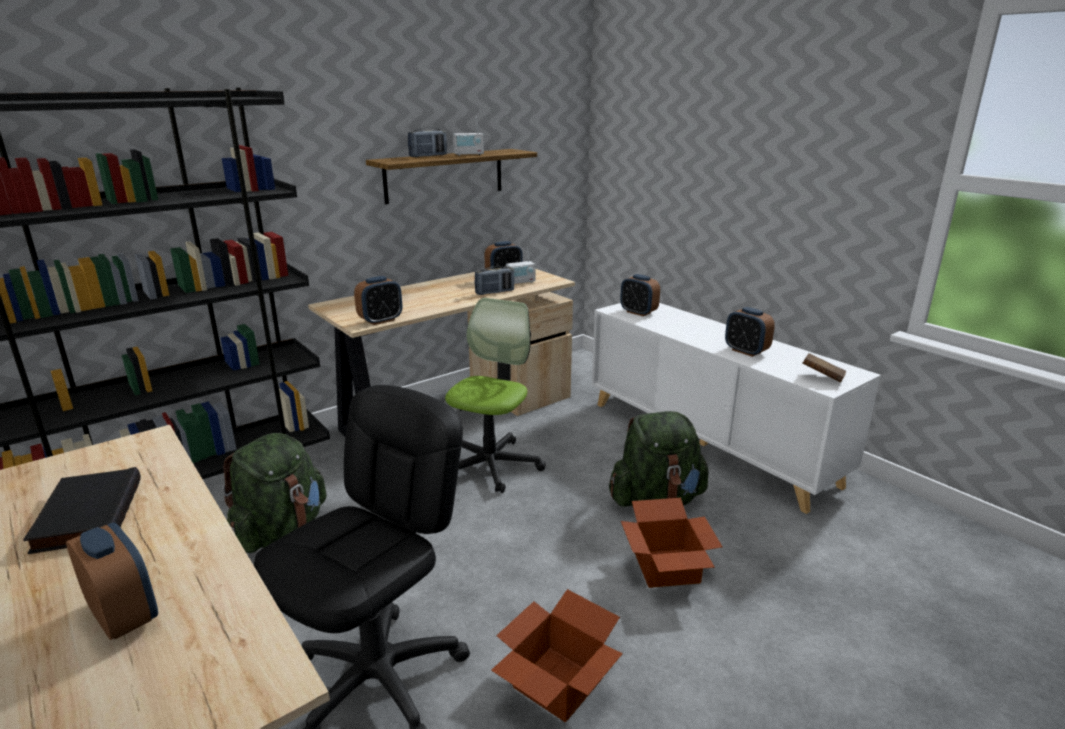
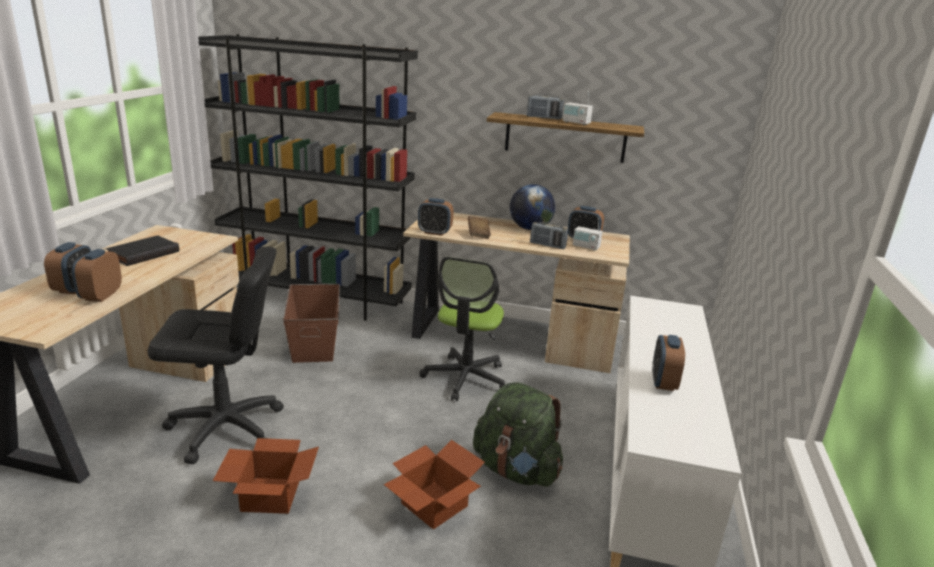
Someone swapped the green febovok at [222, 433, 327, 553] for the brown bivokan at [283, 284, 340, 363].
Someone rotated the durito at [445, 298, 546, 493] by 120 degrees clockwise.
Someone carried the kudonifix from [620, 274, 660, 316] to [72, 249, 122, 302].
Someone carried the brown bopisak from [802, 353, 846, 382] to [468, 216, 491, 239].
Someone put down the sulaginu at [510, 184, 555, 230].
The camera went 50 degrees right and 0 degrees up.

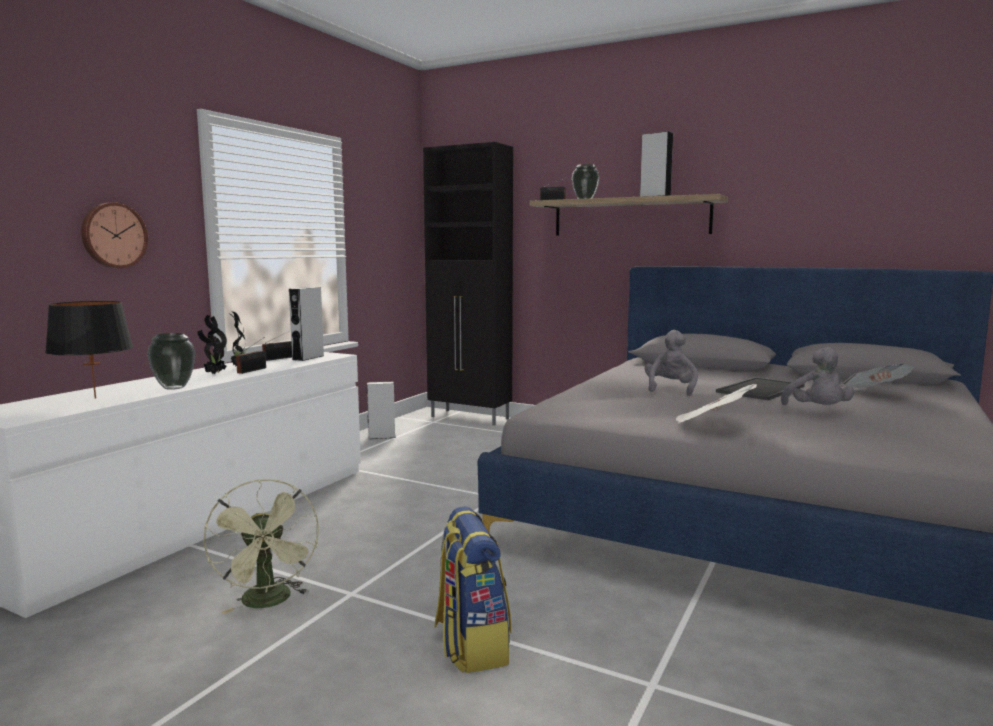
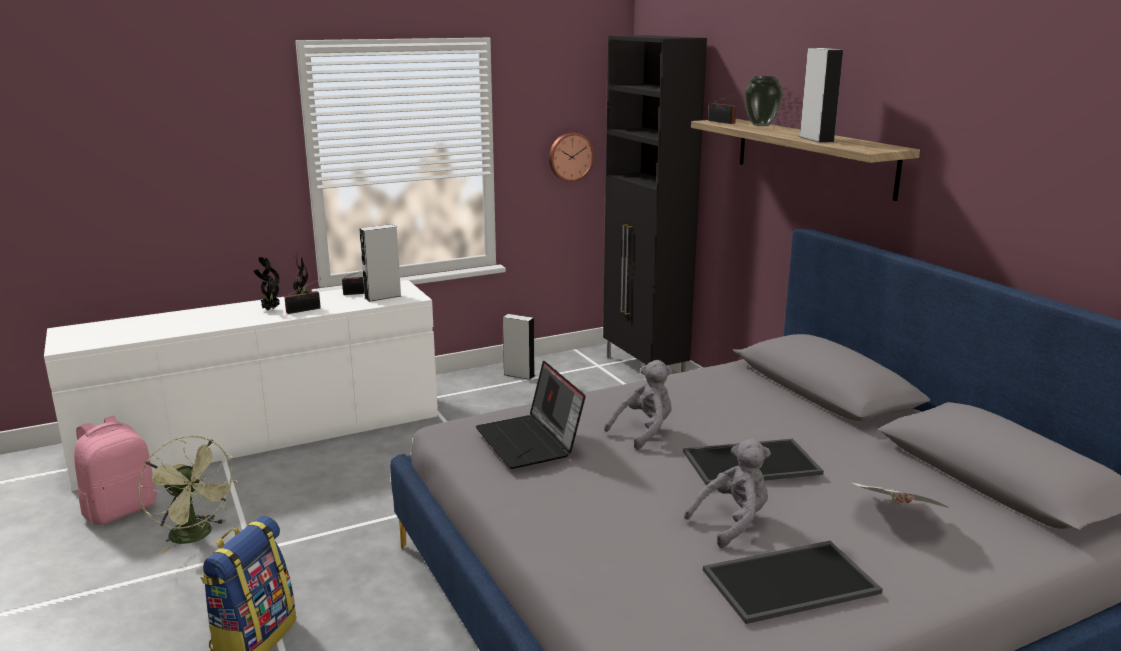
Someone took away the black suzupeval at [45, 301, 133, 399].
Someone carried the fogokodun from [81, 202, 148, 268] to [549, 132, 594, 182].
Someone took away the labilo at [147, 333, 195, 390].
Someone rotated the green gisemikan at [203, 479, 319, 614] by 60 degrees counterclockwise.
Someone took away the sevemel at [676, 384, 757, 424].
Someone rotated the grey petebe at [781, 347, 855, 405] by 150 degrees counterclockwise.
Someone put down the pink febovok at [74, 416, 157, 525].
Someone put down the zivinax at [476, 361, 586, 469].
Someone put down the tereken at [703, 541, 883, 624].
The camera went 35 degrees right and 10 degrees up.

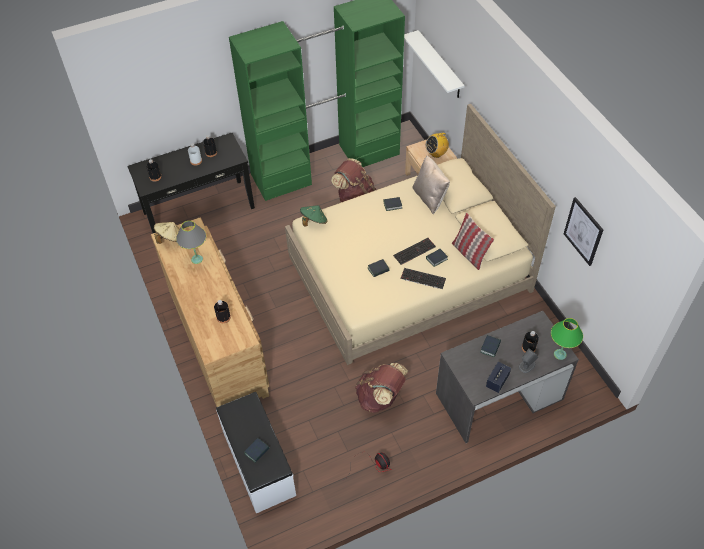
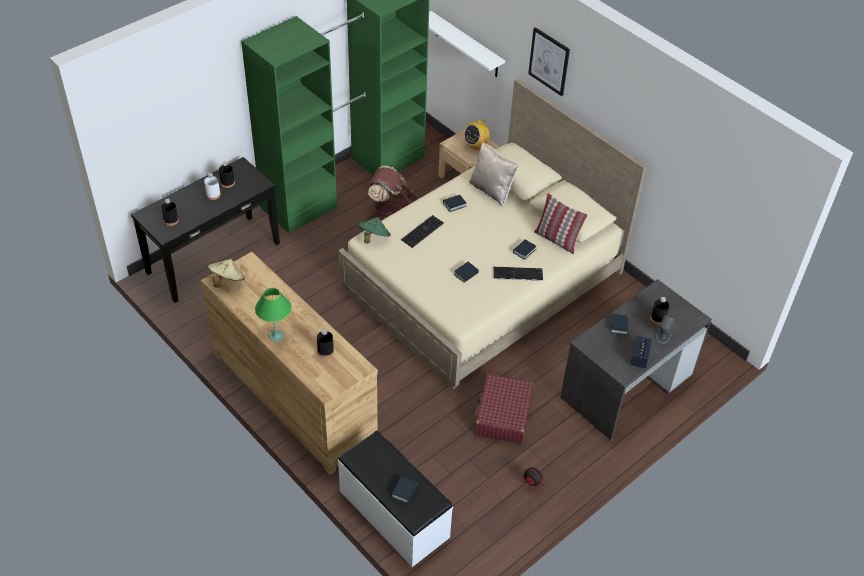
Someone took away the grey suzupeval at [176, 221, 206, 264].
Someone swapped the brown febovok at [355, 363, 408, 413] for the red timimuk at [475, 374, 533, 444].
Someone carried the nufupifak from [393, 238, 436, 265] to [401, 215, 444, 248].
Someone carried the green suzupeval from [551, 318, 583, 360] to [255, 288, 292, 341].
Someone carried the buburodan from [564, 197, 603, 266] to [528, 27, 570, 96].
The camera went 20 degrees left and 5 degrees down.

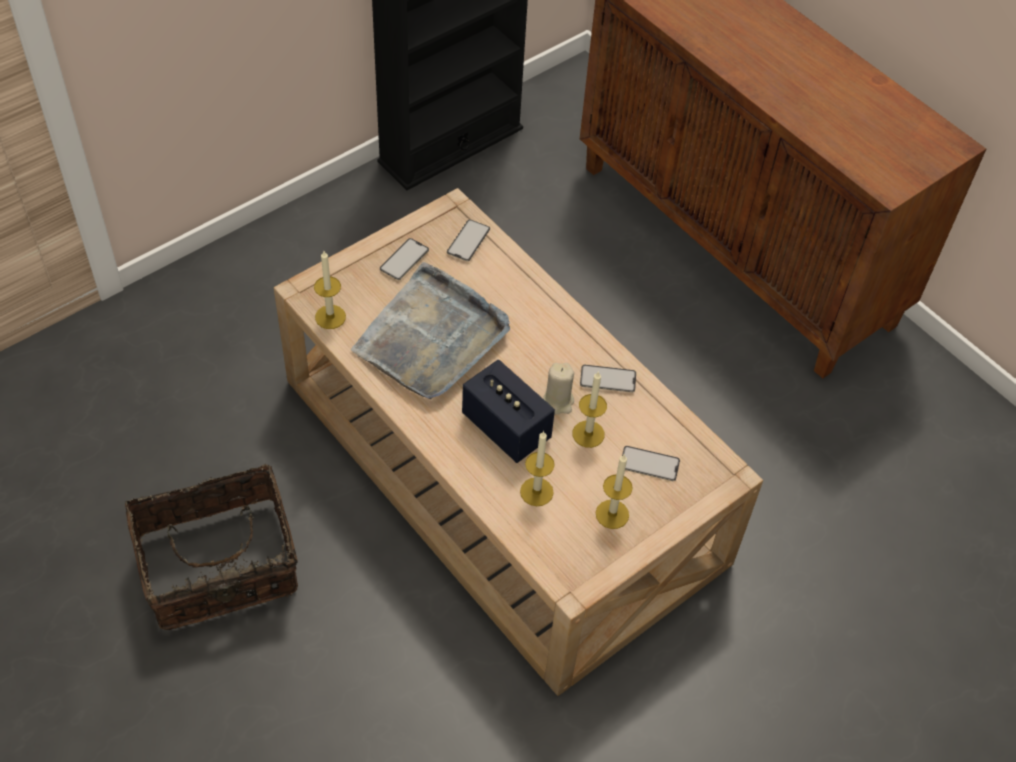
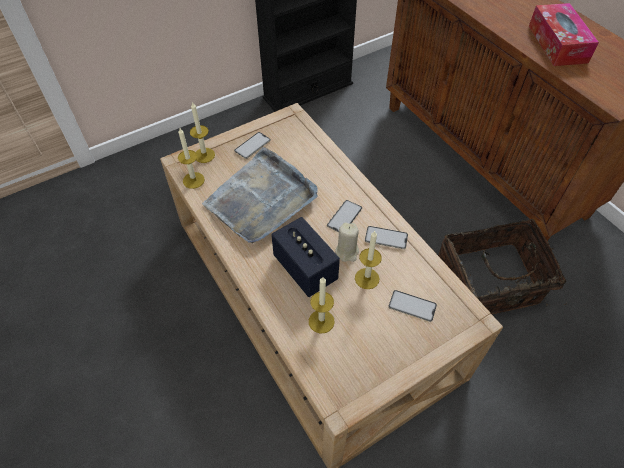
Someone carried the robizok from [125, 464, 298, 630] to [438, 218, 567, 314].
Someone carried the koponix from [447, 220, 490, 261] to [327, 200, 362, 232].
Someone carried the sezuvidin from [595, 454, 633, 529] to [190, 102, 215, 163].
Someone put down the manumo at [529, 3, 599, 66].
The camera went 10 degrees right and 0 degrees up.

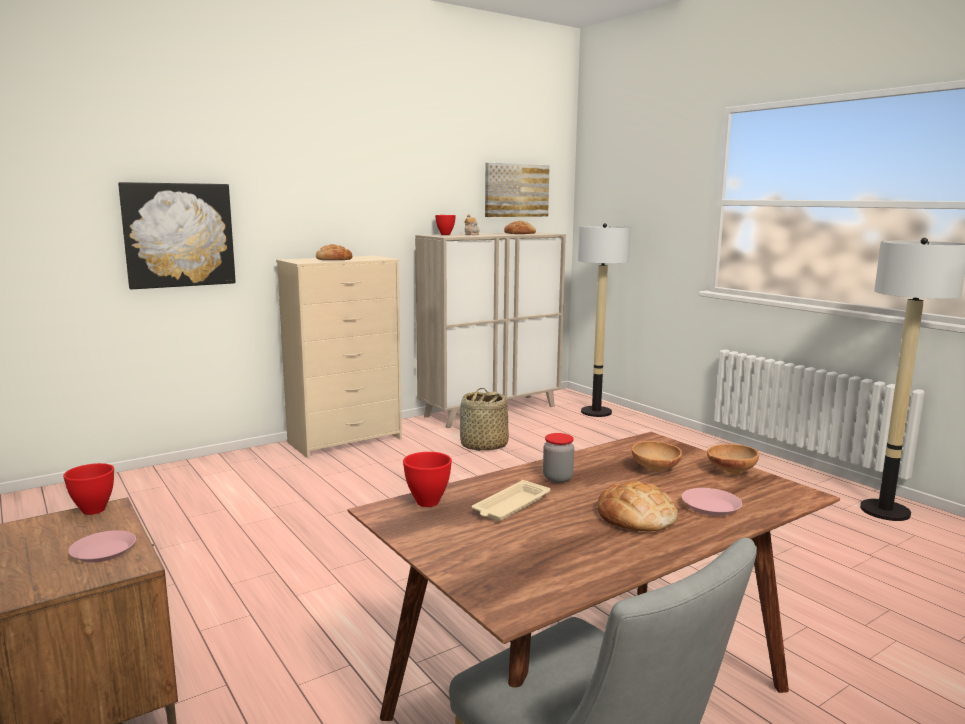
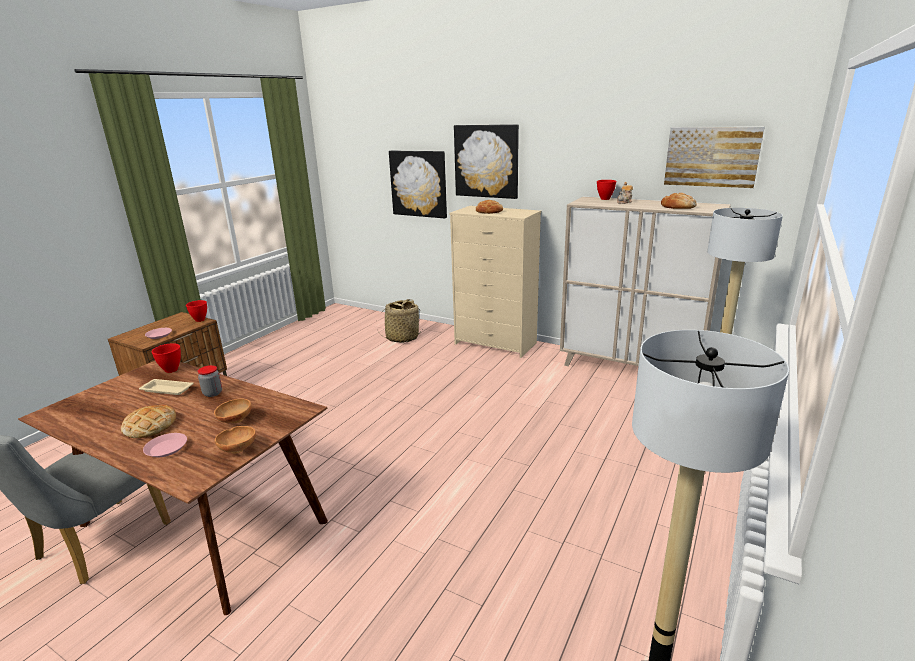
Someone carried the robizok from [460, 388, 509, 451] to [376, 299, 423, 343].
Someone put up the buburodan at [454, 124, 519, 199].
The camera went 65 degrees right and 10 degrees up.

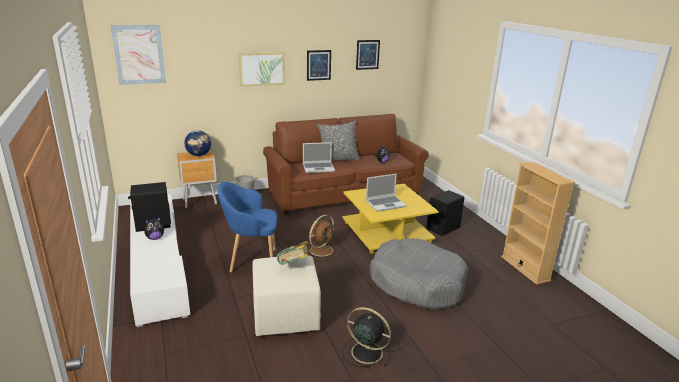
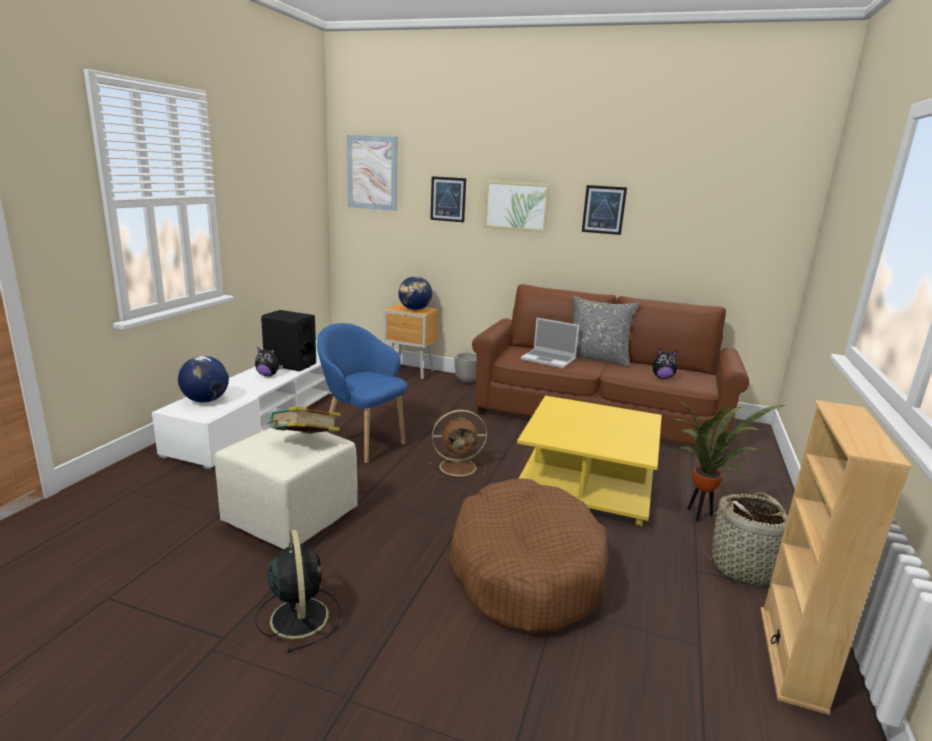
Someone carried the buburodan from [356, 40, 380, 70] to [430, 176, 466, 222].
Someone took away the zivinax at [366, 173, 407, 212].
Someone repainted the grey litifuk at [370, 238, 468, 310], which became the brown litifuk at [448, 478, 608, 634].
Someone swapped the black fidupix at [427, 190, 464, 236] for the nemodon at [676, 402, 785, 522].
Someone put down the sulaginu at [178, 356, 229, 403].
Someone put down the robizok at [702, 492, 788, 586].
The camera went 40 degrees right and 5 degrees down.

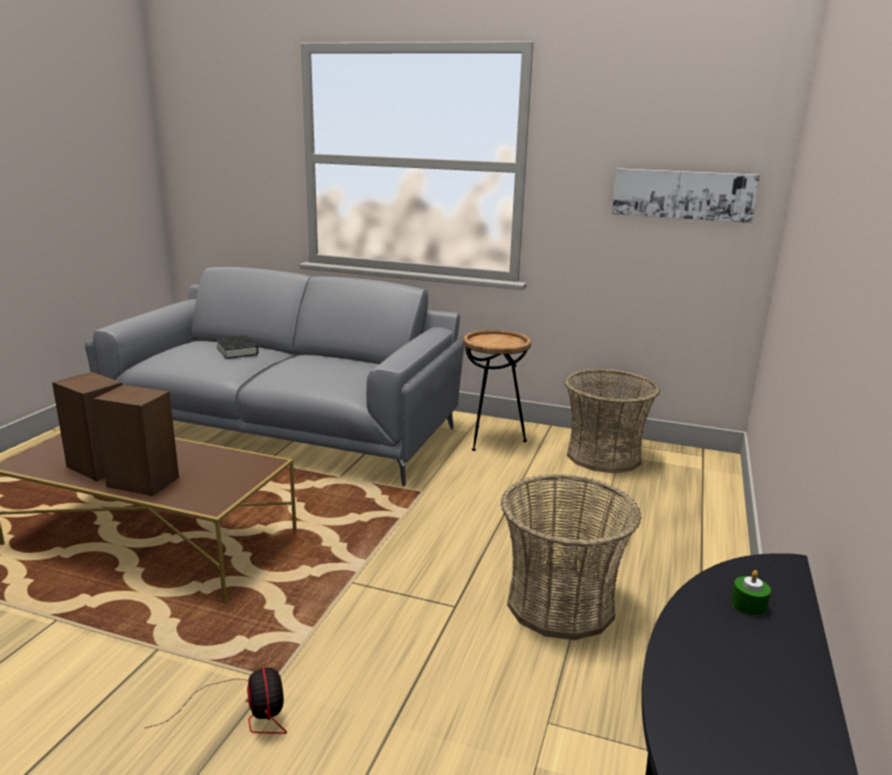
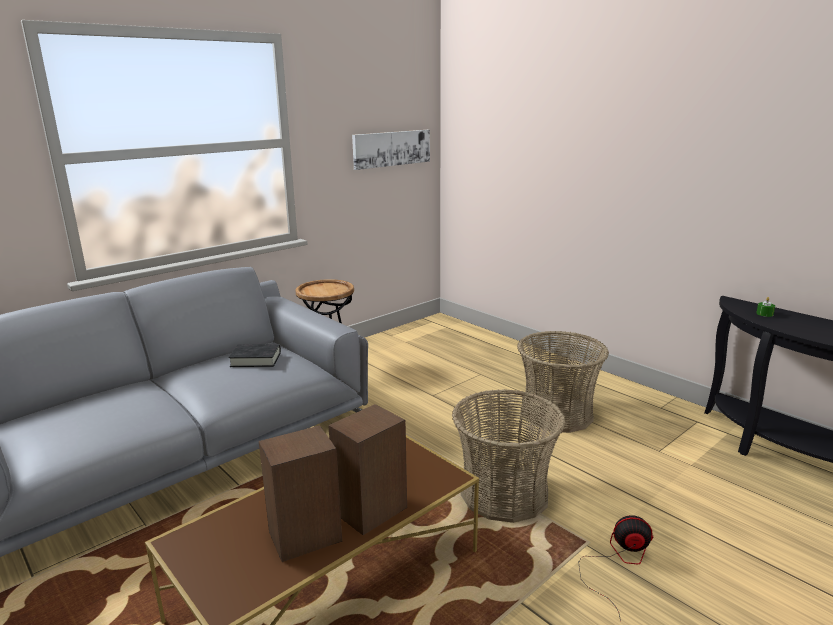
Someone carried the black bopisak from [216, 335, 258, 359] to [229, 344, 281, 367].
Someone carried the robizok from [564, 369, 660, 473] to [452, 389, 566, 523].
The camera went 60 degrees left and 0 degrees up.

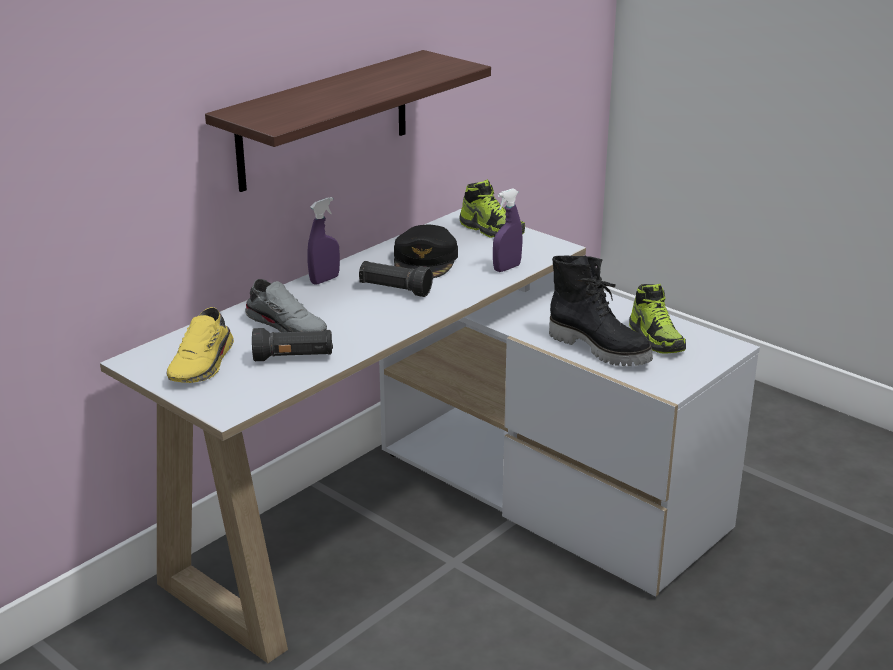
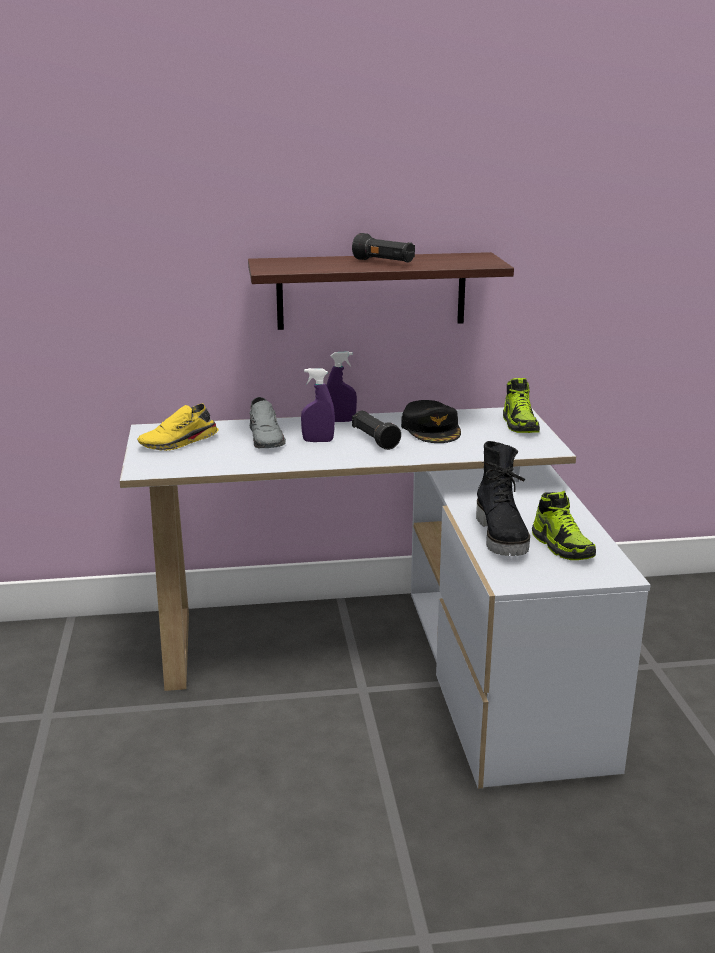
Someone carried the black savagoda from [252, 328, 333, 361] to [352, 233, 415, 263].
Someone rotated the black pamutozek at [394, 225, 458, 278] by 60 degrees counterclockwise.
Someone carried the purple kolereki from [493, 188, 523, 272] to [301, 368, 335, 442].
Someone rotated the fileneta at [629, 284, 686, 353] by 45 degrees counterclockwise.
The camera went 40 degrees right and 5 degrees down.

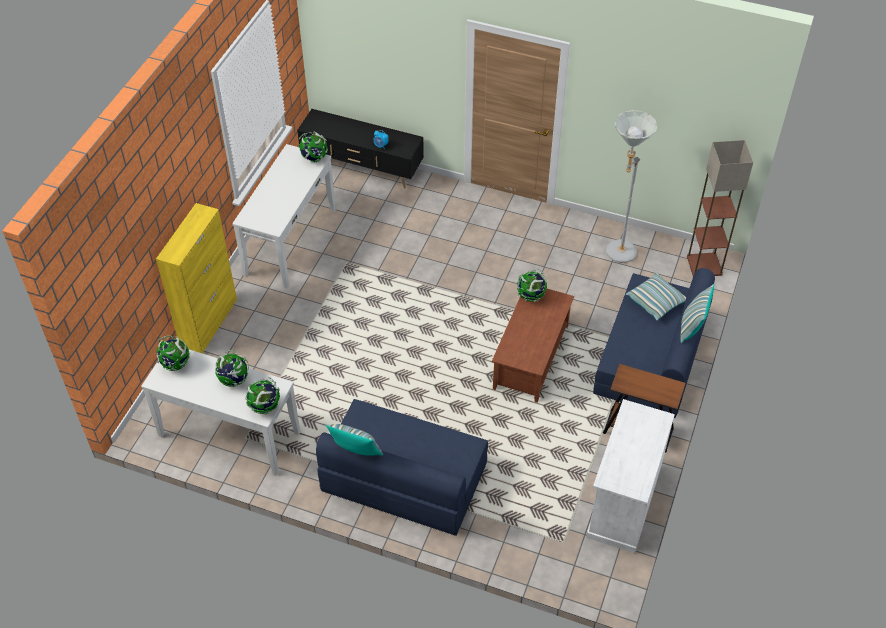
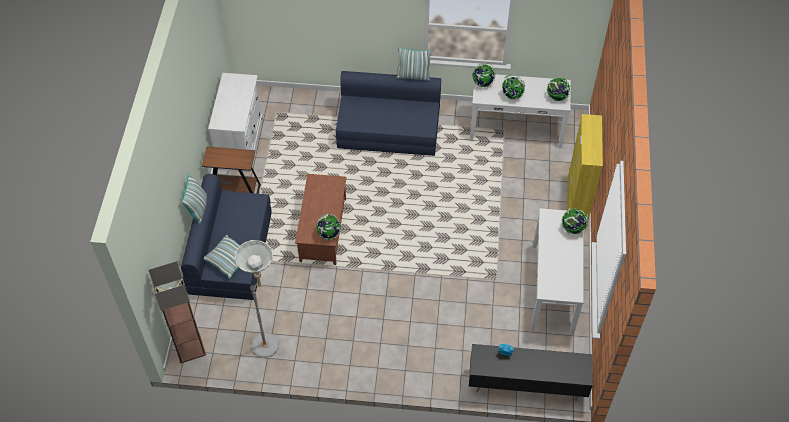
Someone carried the sulaginu from [298, 132, 328, 163] to [561, 208, 589, 234].
The camera went 165 degrees right and 5 degrees up.

